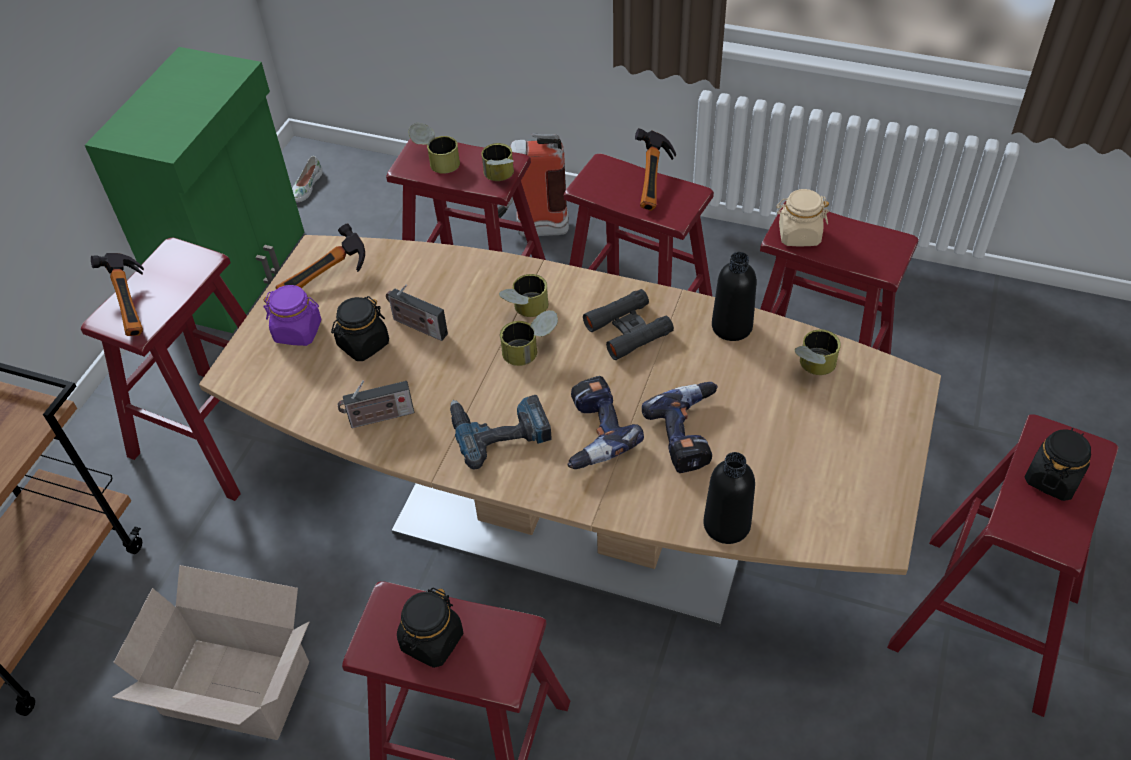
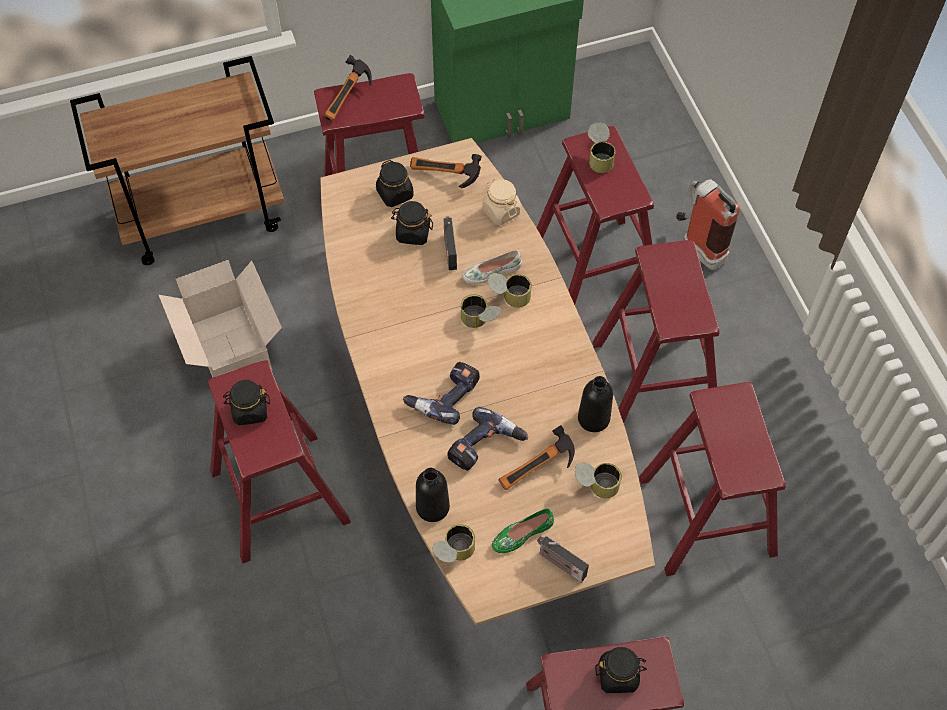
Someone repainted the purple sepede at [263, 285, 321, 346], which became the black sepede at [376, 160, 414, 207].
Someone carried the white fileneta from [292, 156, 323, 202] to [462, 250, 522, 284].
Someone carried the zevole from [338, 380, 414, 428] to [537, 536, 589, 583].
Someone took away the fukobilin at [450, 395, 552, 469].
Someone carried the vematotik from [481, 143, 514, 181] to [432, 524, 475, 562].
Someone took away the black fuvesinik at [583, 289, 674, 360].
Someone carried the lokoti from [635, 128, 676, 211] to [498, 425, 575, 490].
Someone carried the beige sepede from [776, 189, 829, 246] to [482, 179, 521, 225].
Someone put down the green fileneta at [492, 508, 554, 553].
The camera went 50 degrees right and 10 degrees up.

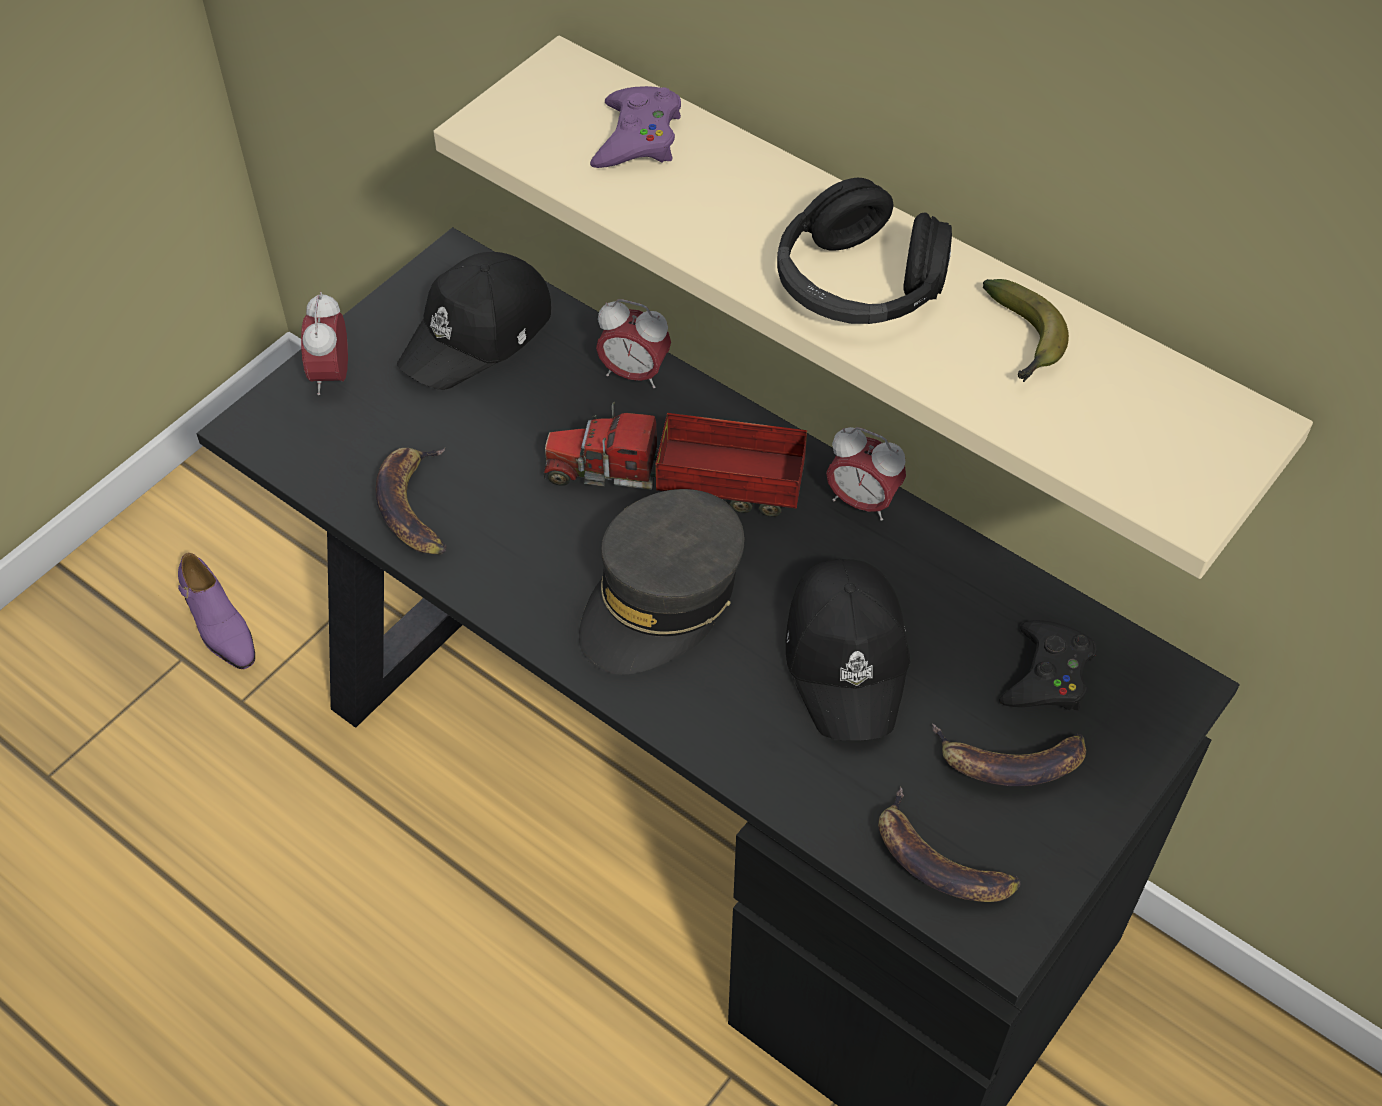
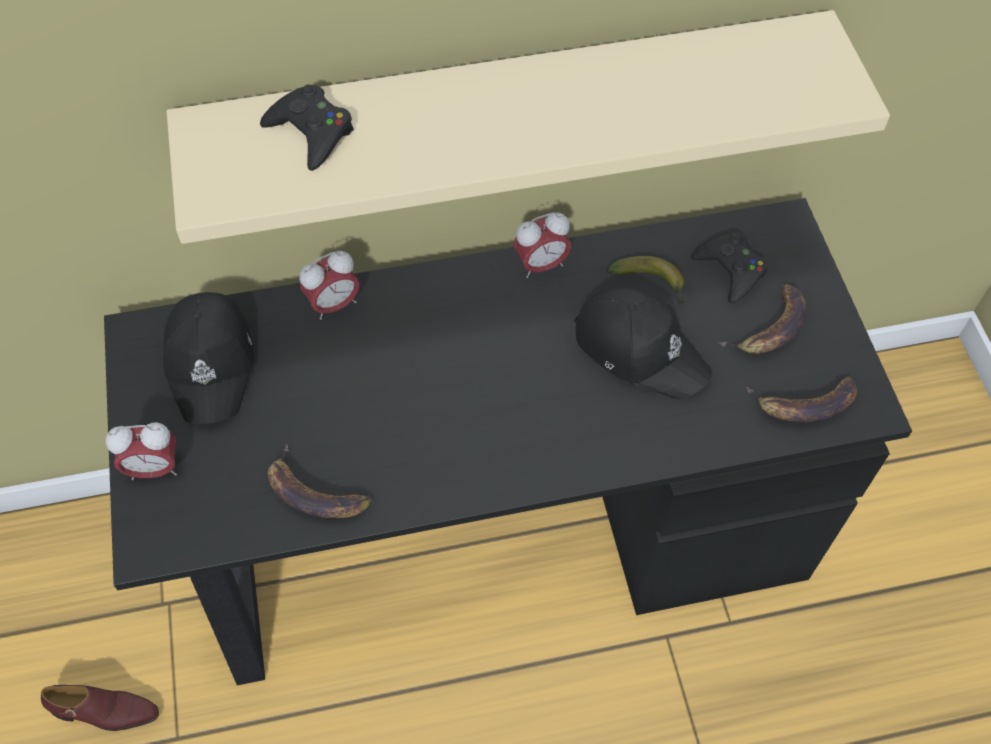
Someone repainted the purple fileneta at [178, 553, 255, 669], which became the brown fileneta at [41, 685, 159, 731].
Someone rotated the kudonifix at [301, 292, 348, 395] by 45 degrees counterclockwise.
Someone took away the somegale at [544, 402, 807, 517].
Someone took away the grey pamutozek at [579, 489, 745, 675].
Someone repainted the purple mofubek at [590, 86, 681, 168], which became the black mofubek at [260, 85, 354, 171].
Someone took away the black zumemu at [777, 178, 952, 324].
Someone carried the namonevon from [983, 279, 1069, 382] to [607, 256, 684, 304].
The camera went 50 degrees left and 5 degrees up.

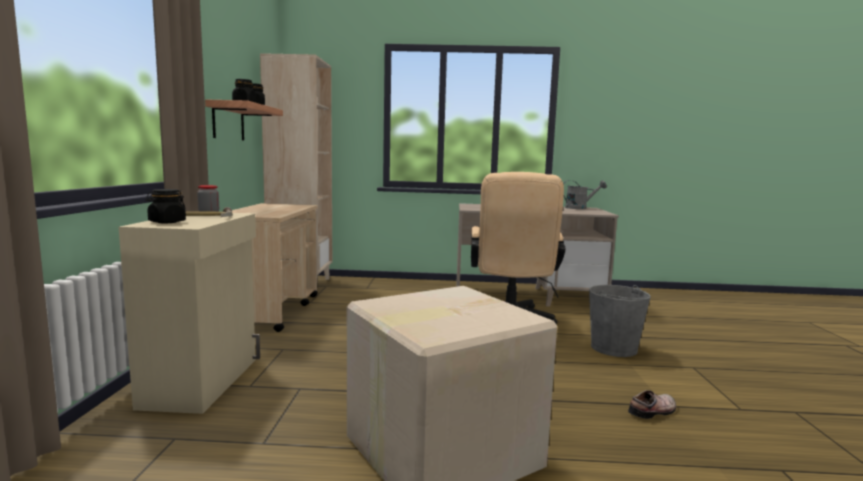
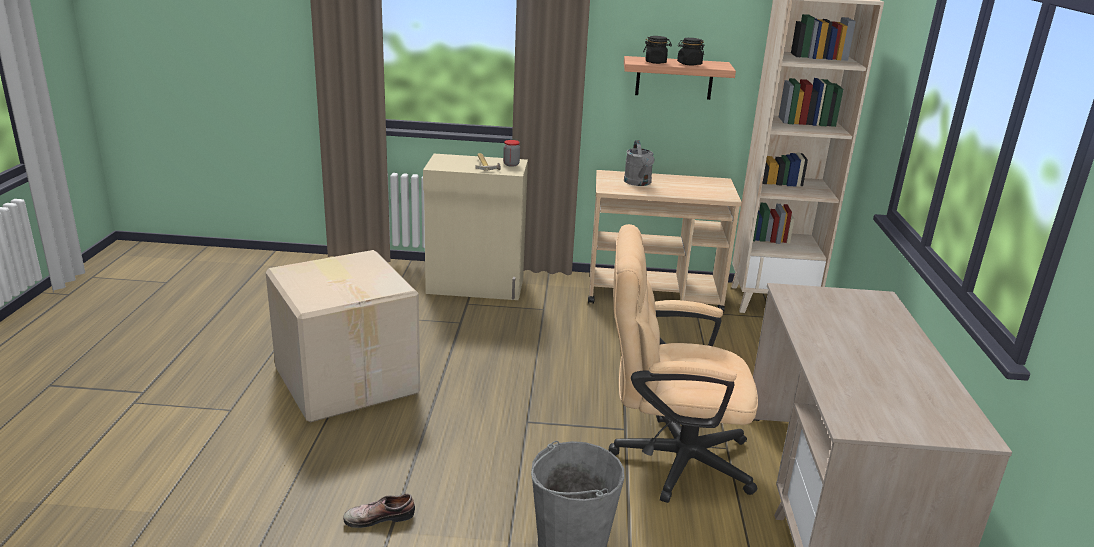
Someone took away the black sepede at [145, 189, 186, 223].
Someone carried the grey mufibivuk from [563, 180, 607, 209] to [624, 140, 654, 186].
Someone rotated the fileneta at [628, 390, 676, 419] by 105 degrees clockwise.
The camera went 90 degrees right and 15 degrees up.

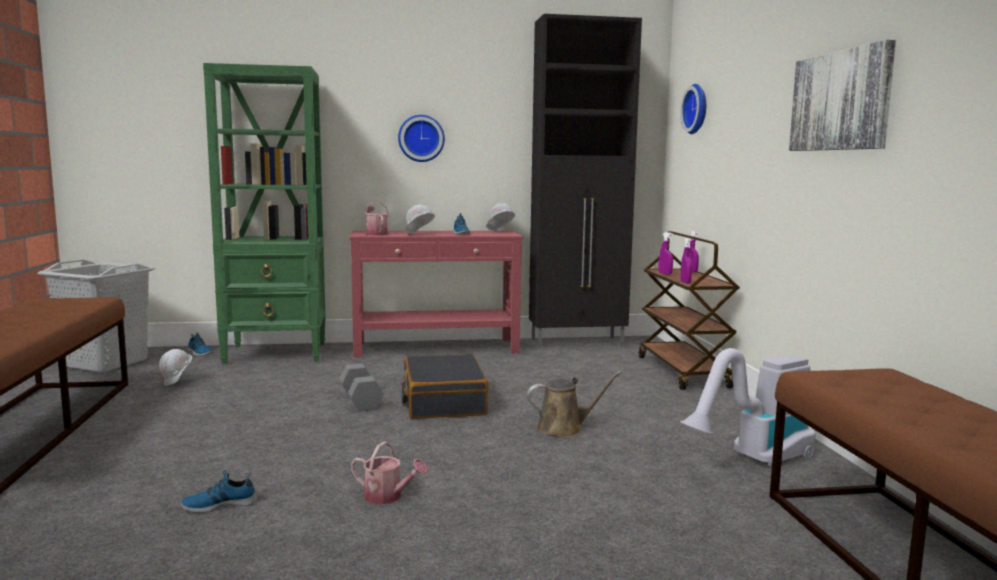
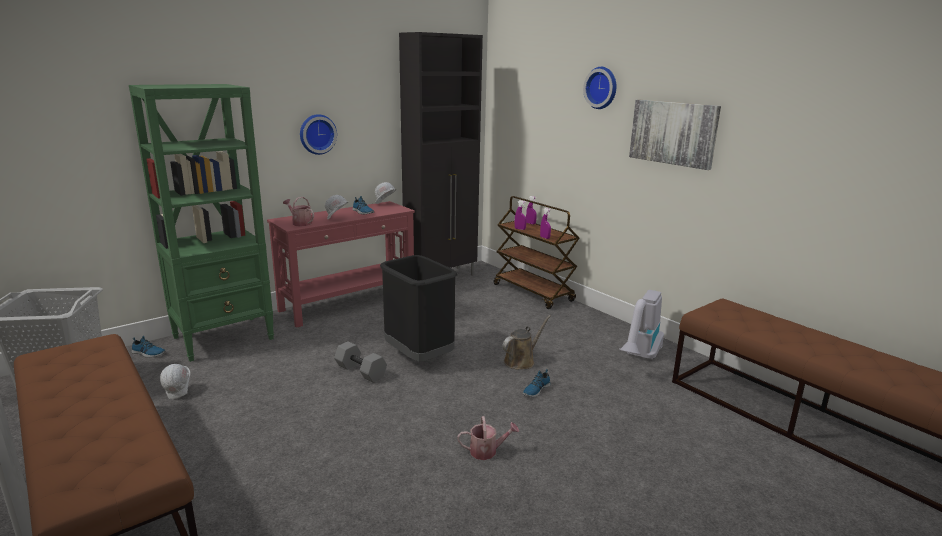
Someone carried the fileneta from [181, 470, 257, 512] to [523, 369, 551, 397].
Someone swapped the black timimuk at [401, 354, 489, 419] for the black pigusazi at [380, 255, 457, 362].
Someone carried the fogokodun from [681, 84, 706, 134] to [583, 67, 616, 109].
The camera went 30 degrees left and 10 degrees up.

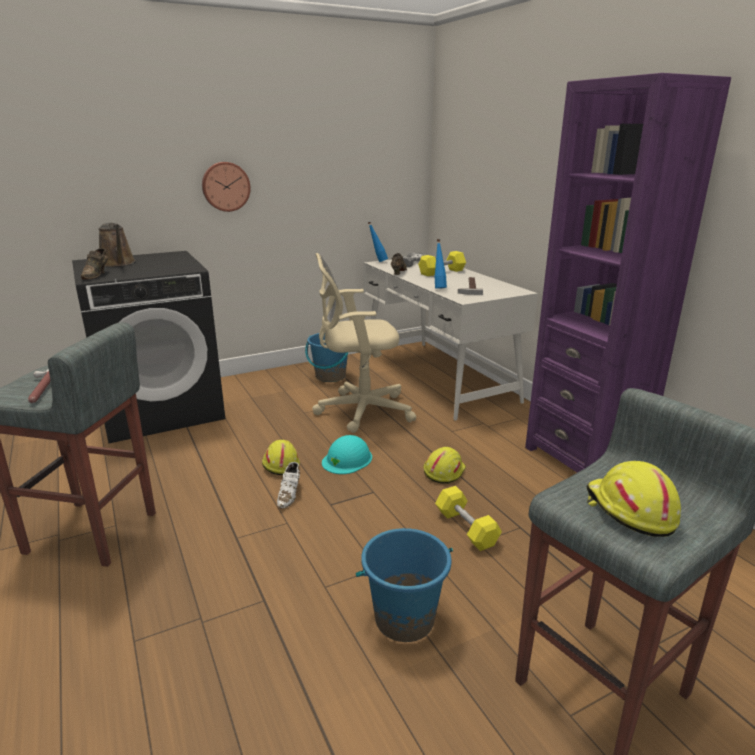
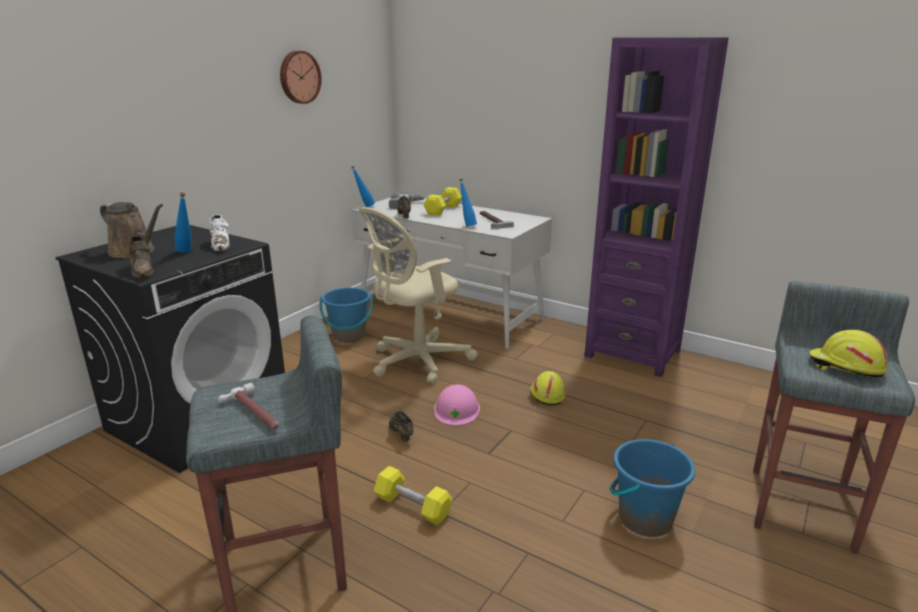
Someone carried the fogokodun from [202, 162, 251, 212] to [280, 51, 321, 104].
Someone swapped the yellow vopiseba at [262, 440, 300, 475] for the brown fileneta at [389, 411, 414, 441].
Someone carried the white fileneta from [277, 462, 300, 508] to [210, 214, 230, 251].
Someone repainted the turquoise vopiseba at [322, 435, 372, 474], which became the pink vopiseba at [434, 384, 480, 426].
Someone carried the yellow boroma from [435, 486, 502, 551] to [374, 466, 452, 525].
Someone put down the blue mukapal at [175, 192, 191, 253].
The camera went 30 degrees left and 0 degrees up.

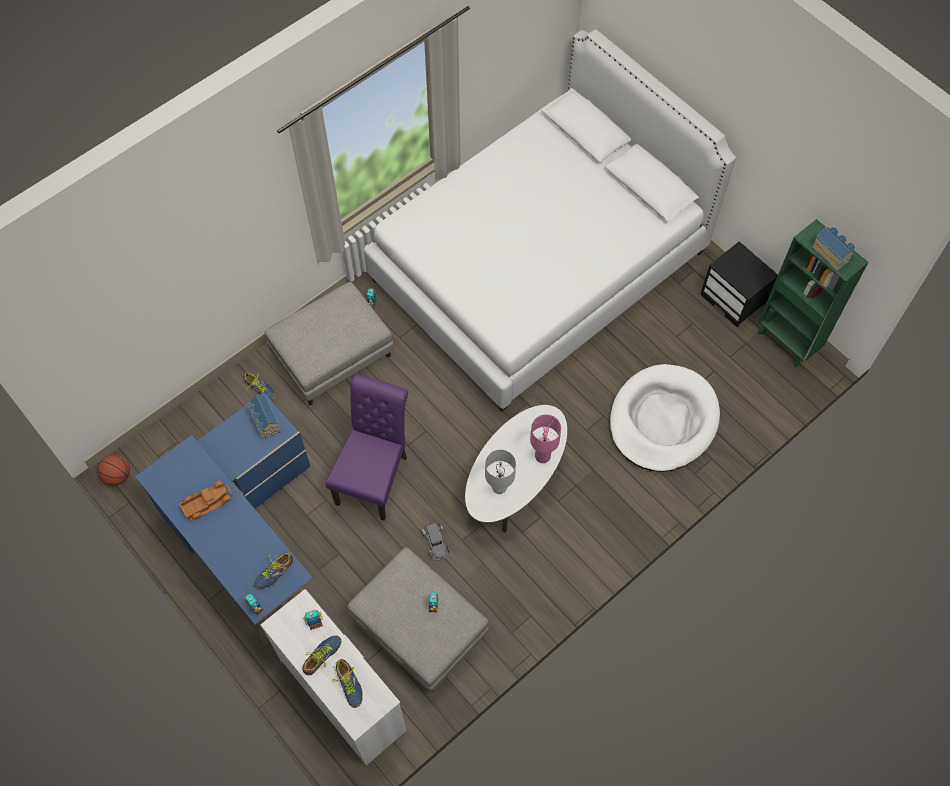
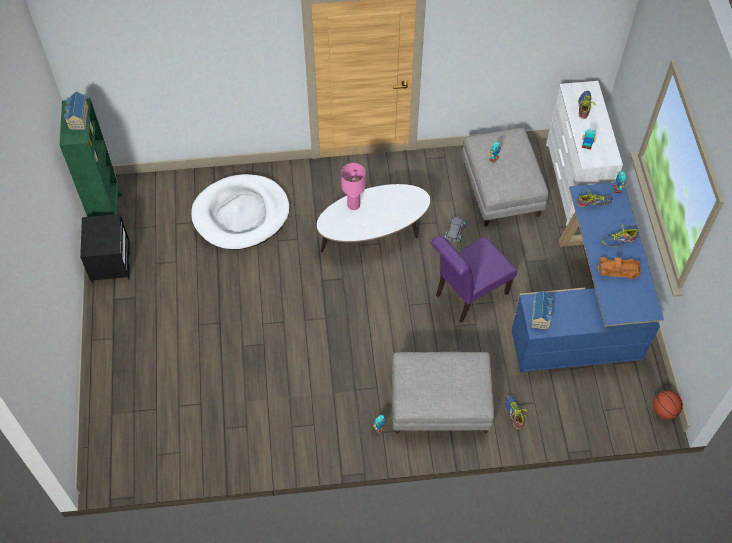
Someone carried the fileneta from [302, 635, 341, 676] to [602, 225, 638, 247].
Someone took away the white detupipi at [364, 29, 736, 411].
Someone took away the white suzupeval at [485, 449, 516, 494].
The camera went 145 degrees left and 5 degrees down.

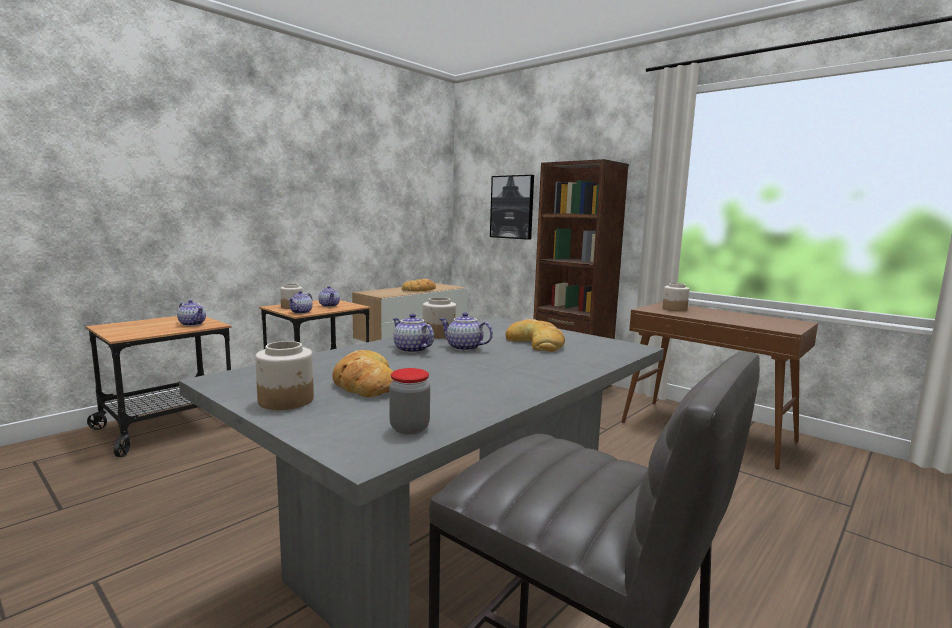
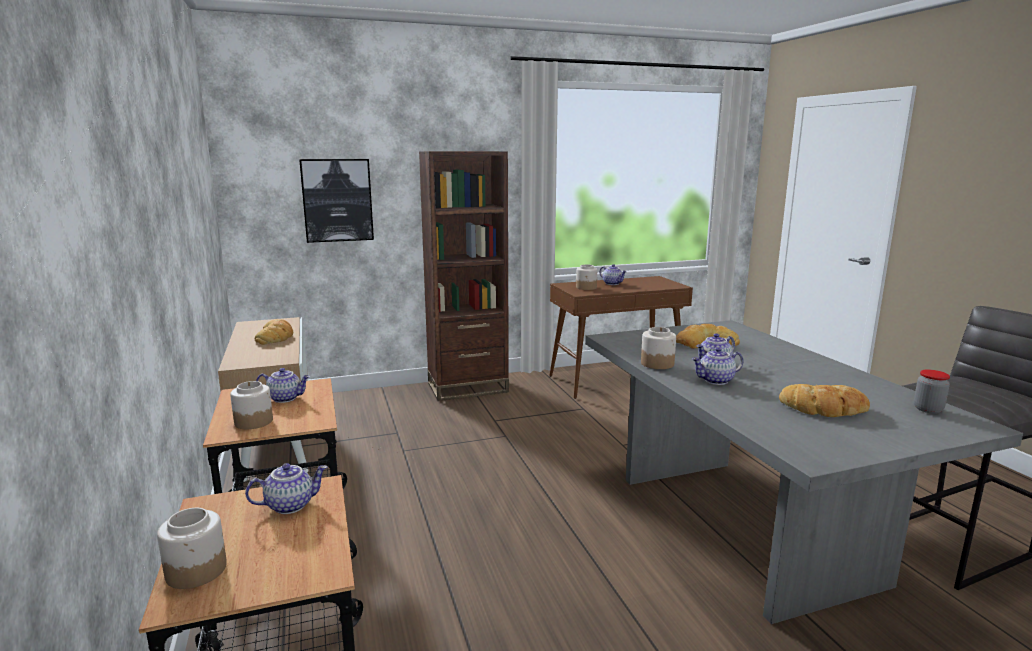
Someone carried the sepede from [255, 341, 314, 410] to [157, 508, 227, 589].
Someone carried the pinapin from [288, 291, 313, 314] to [600, 264, 627, 285].
The camera went 60 degrees left and 5 degrees up.

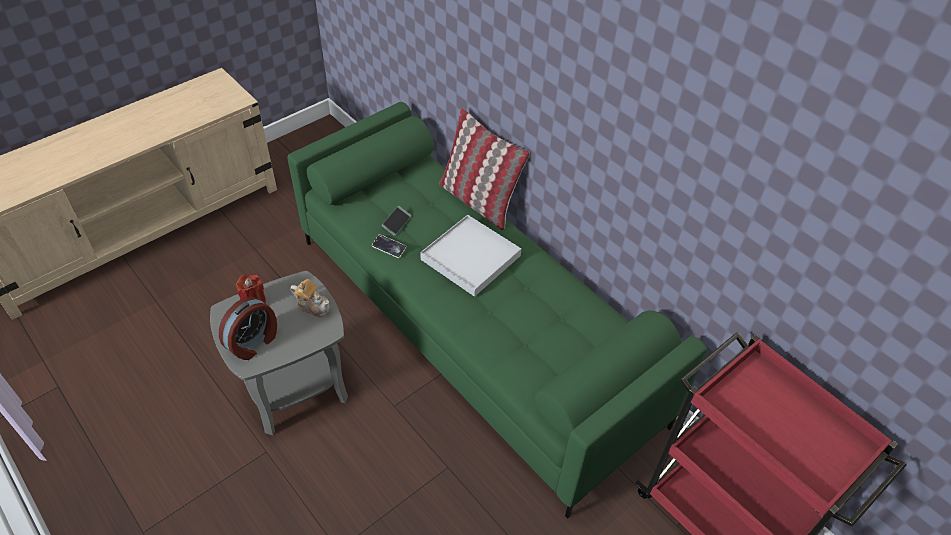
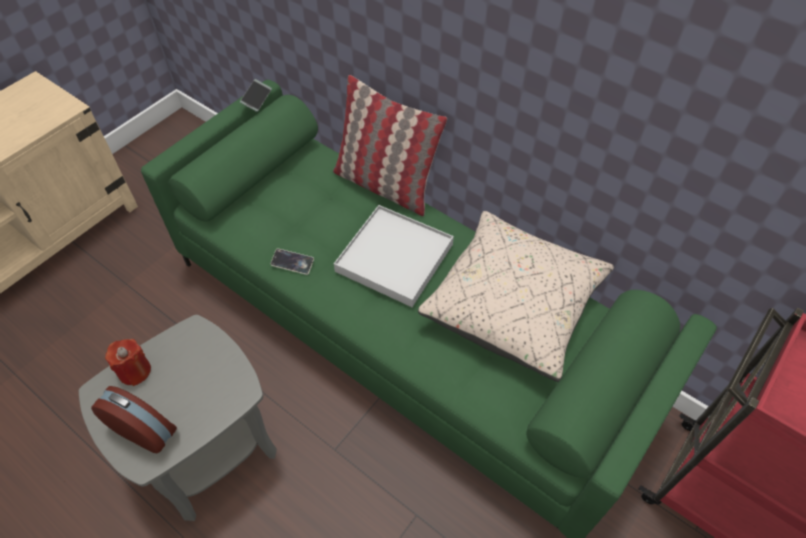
Someone rotated the kudonifix at [219, 296, 277, 360] by 90 degrees counterclockwise.
Someone took away the pinapin at [290, 279, 330, 317].
Someone carried the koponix from [382, 206, 411, 236] to [240, 79, 272, 112].
Someone put down the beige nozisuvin at [418, 211, 614, 382].
The camera went 10 degrees left and 5 degrees up.

